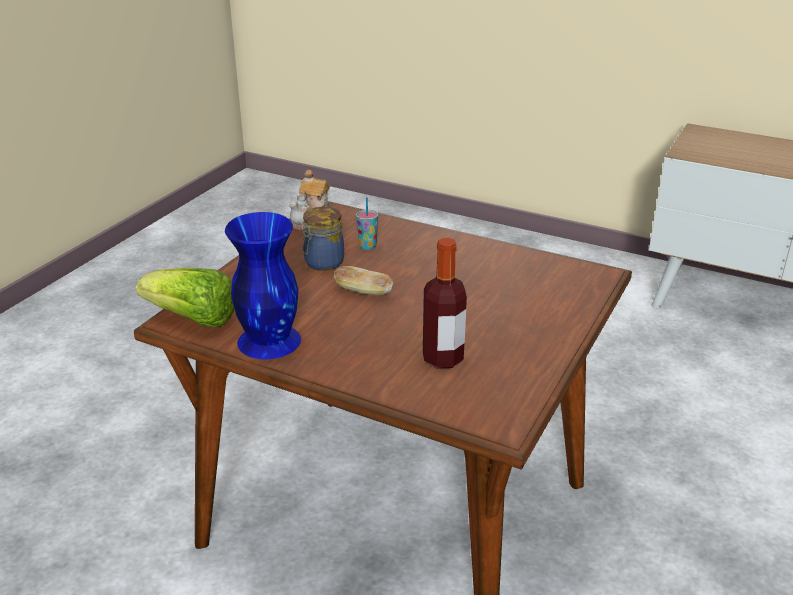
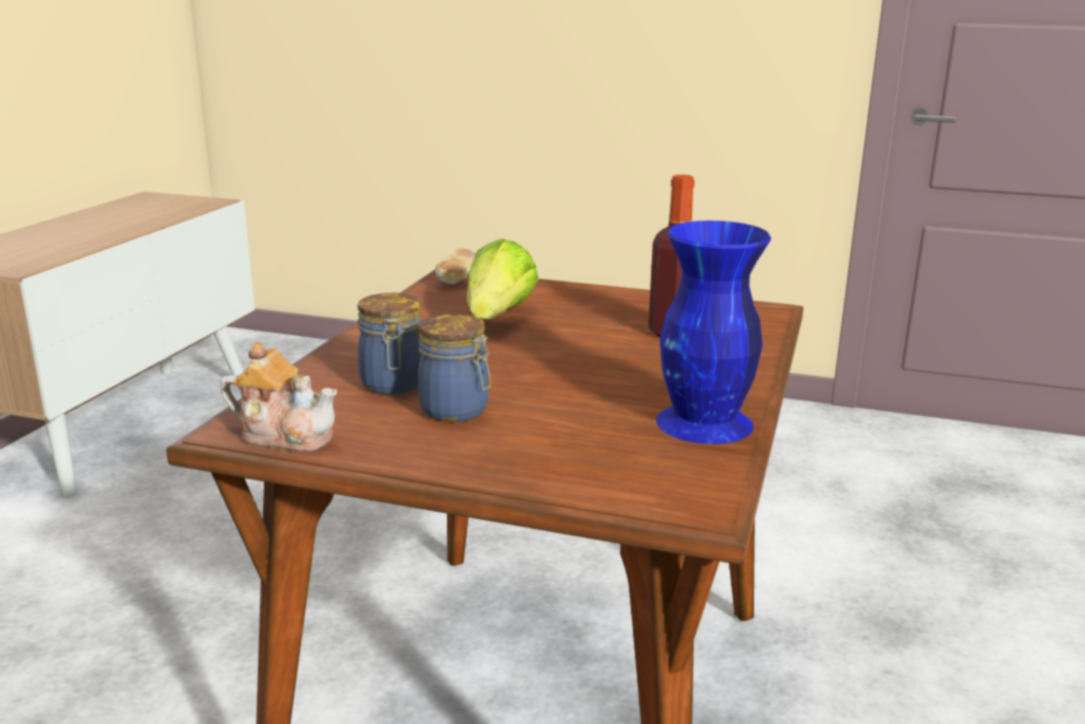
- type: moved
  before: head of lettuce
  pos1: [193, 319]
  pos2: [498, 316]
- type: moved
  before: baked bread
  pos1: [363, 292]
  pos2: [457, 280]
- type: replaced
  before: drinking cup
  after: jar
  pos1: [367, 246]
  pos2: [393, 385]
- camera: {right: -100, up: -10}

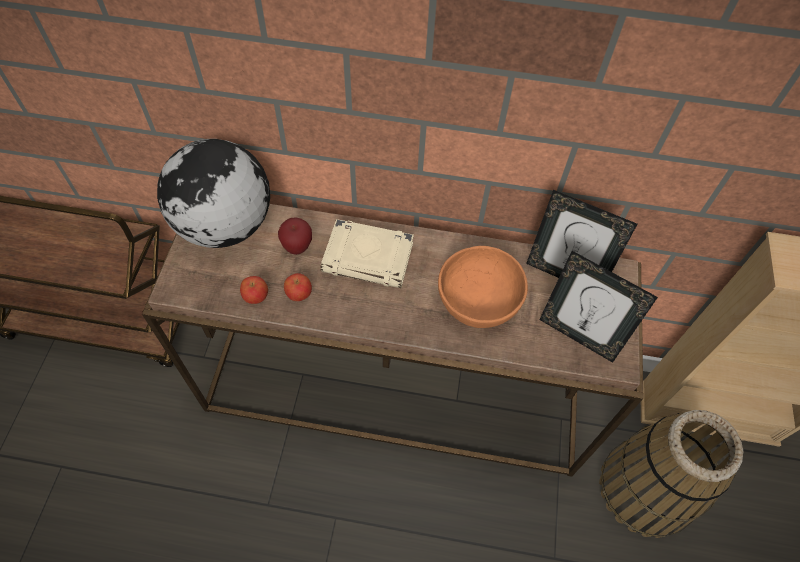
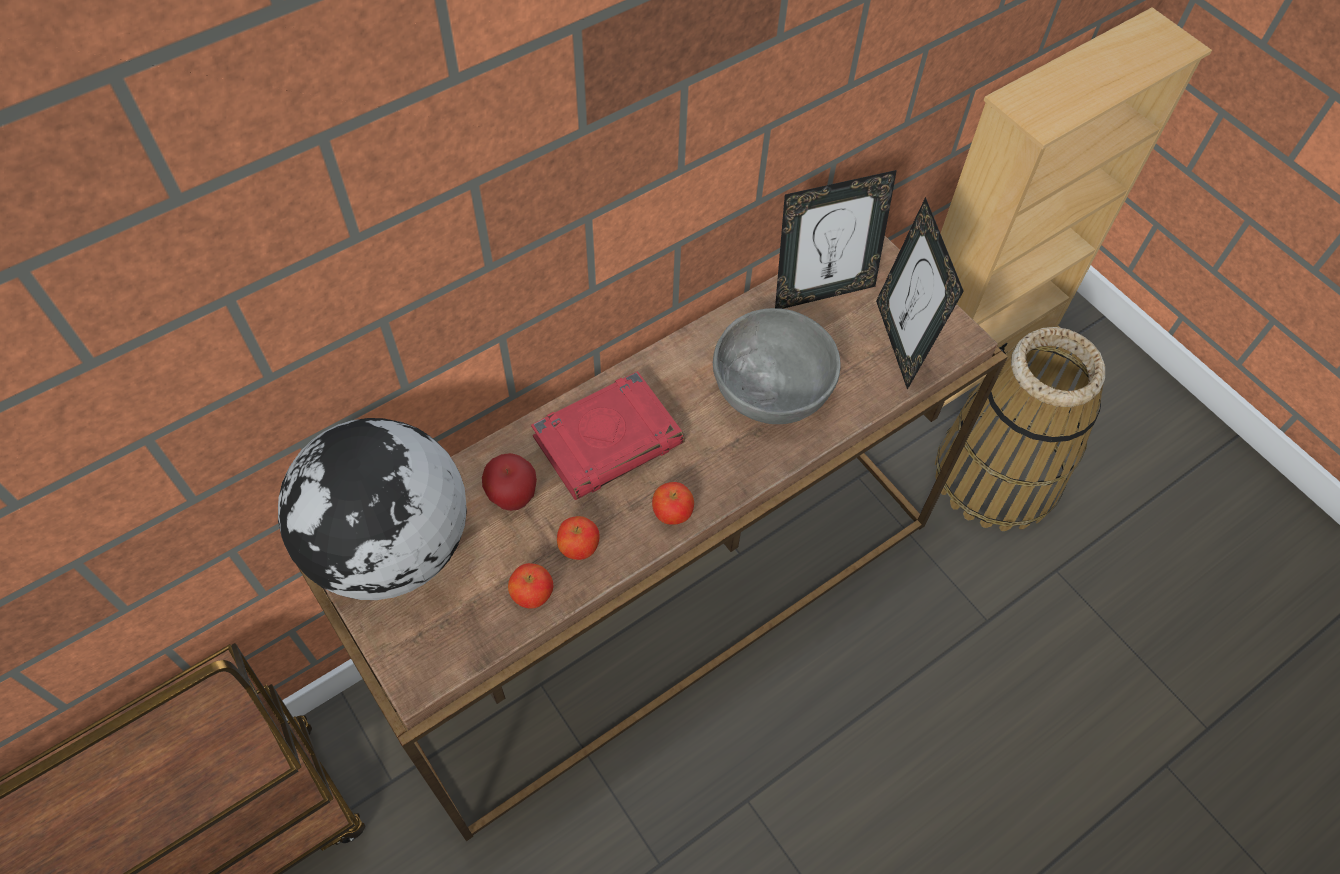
- type: added
  after: apple
  pos2: [672, 513]
- type: recoloured
  before: sand-coloured bound book
  after: reddish bound book
  pos1: [369, 258]
  pos2: [609, 440]
- type: recoloured
  before: orangey deep dish
  after: greyish deep dish
  pos1: [478, 300]
  pos2: [772, 388]
- type: turned
  before: picture frame
  pos1: [578, 335]
  pos2: [900, 342]
  turn: 90
- camera: {right: -45, up: 0}

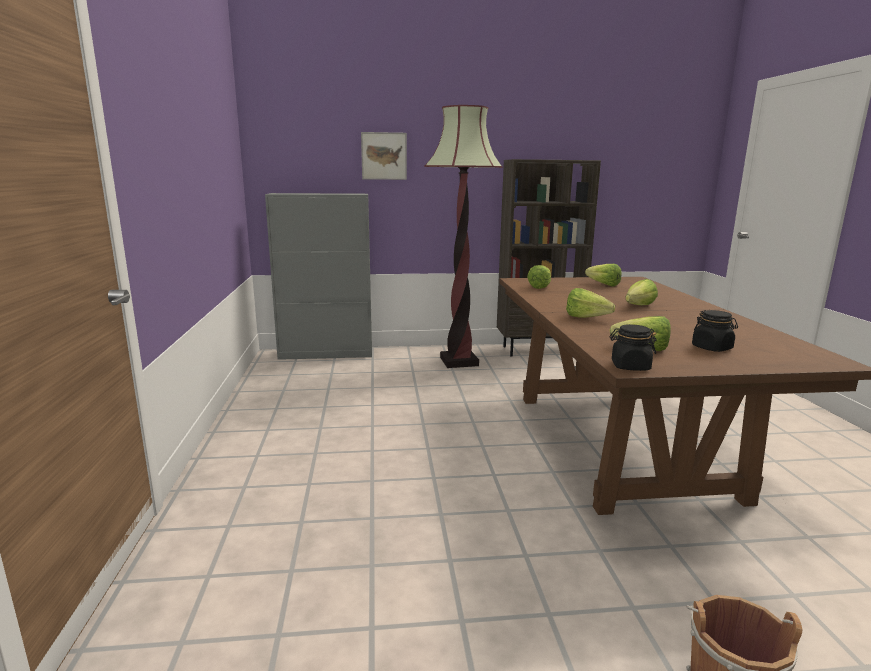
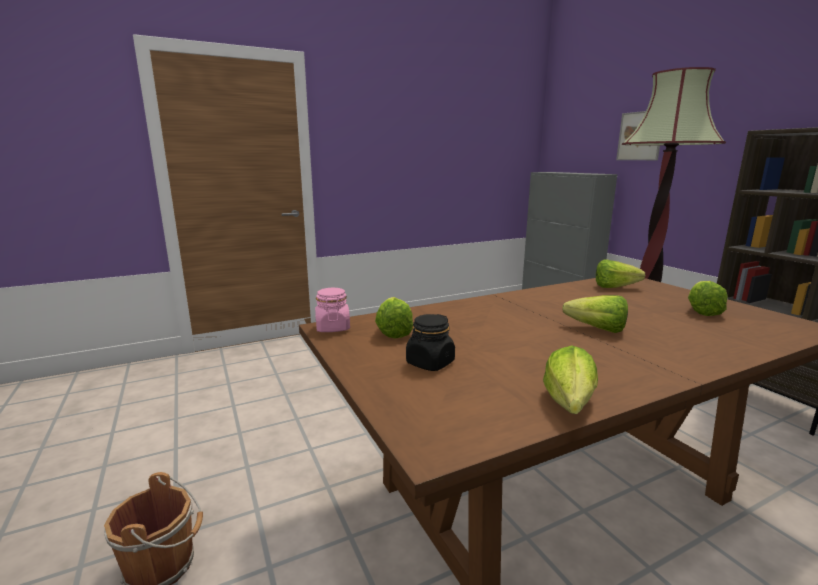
- type: moved
  before: head of lettuce
  pos1: [589, 319]
  pos2: [567, 408]
- type: recoloured
  before: blackish jar
  after: pink-coloured jar
  pos1: [630, 366]
  pos2: [332, 328]
- camera: {right: 70, up: 0}

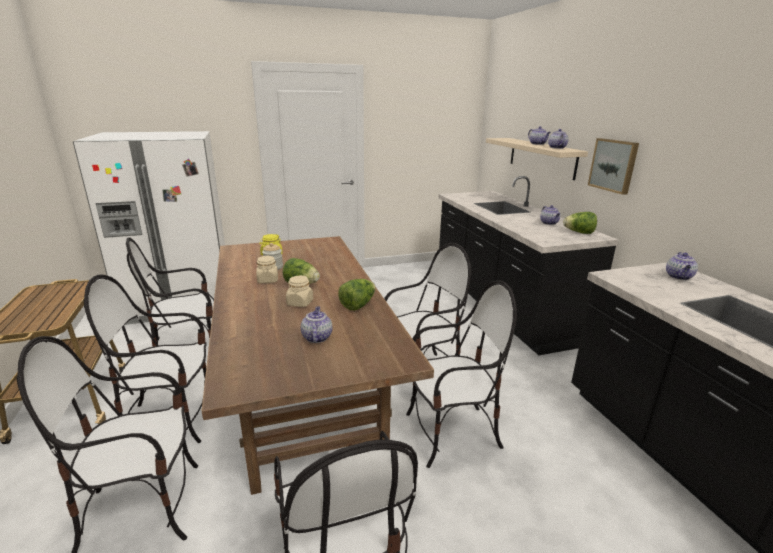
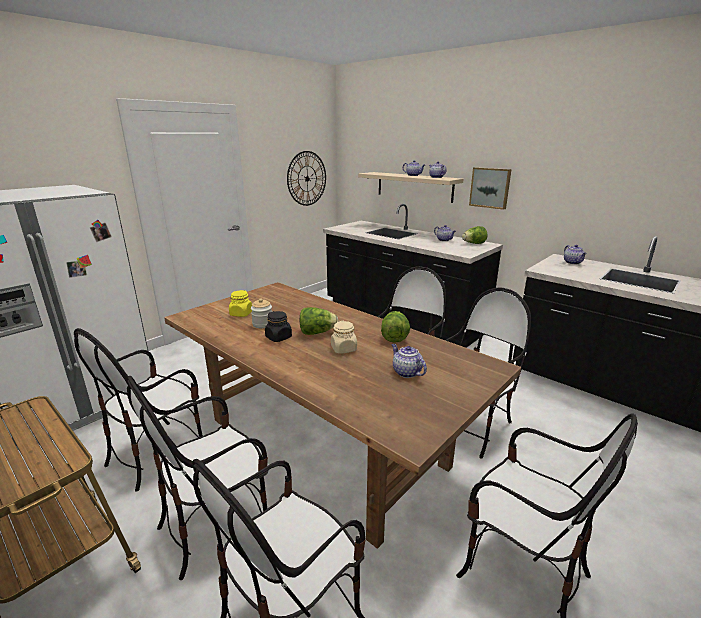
- type: added
  after: clock on the wall
  pos2: [307, 178]
- type: recoloured
  before: sand-coloured jar
  after: blackish jar
  pos1: [268, 280]
  pos2: [279, 337]
- camera: {right: -30, up: 0}

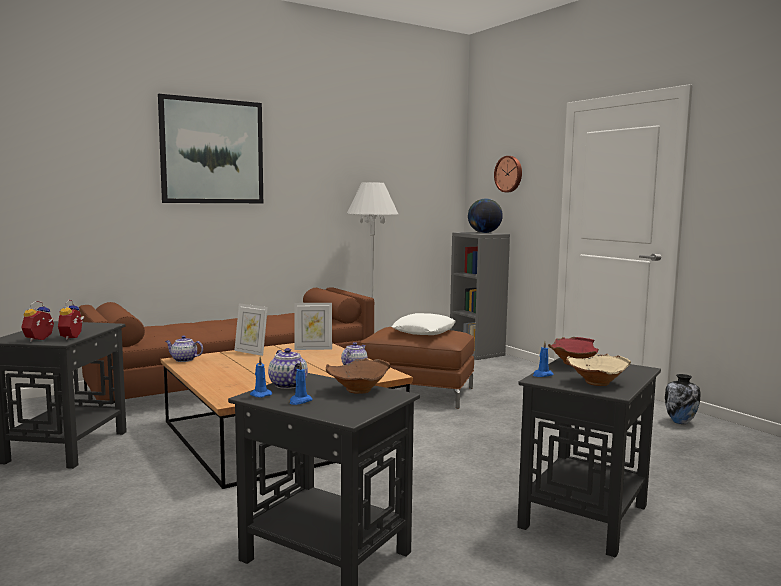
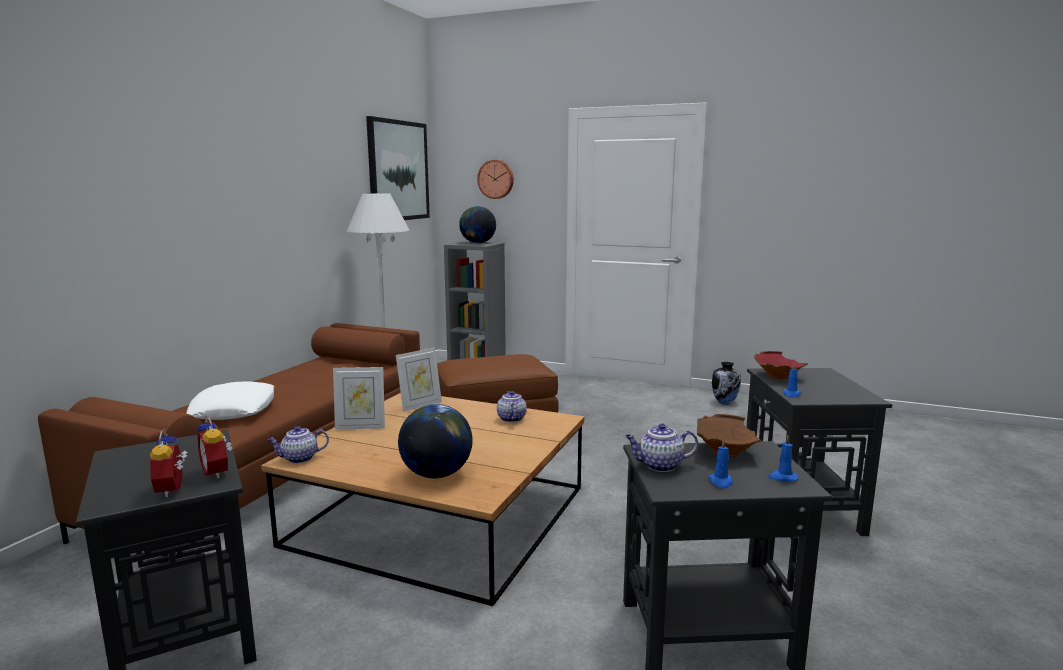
- type: removed
  before: sand-coloured deep dish
  pos1: [596, 382]
- type: added
  after: desk globe
  pos2: [436, 474]
- type: moved
  before: picture
  pos1: [212, 151]
  pos2: [398, 171]
- type: moved
  before: blue wax light
  pos1: [260, 395]
  pos2: [782, 477]
- type: moved
  before: whitish cushion
  pos1: [424, 331]
  pos2: [233, 409]
- type: turned
  before: teapot
  pos1: [289, 385]
  pos2: [659, 465]
  turn: 150
- camera: {right: -35, up: 5}

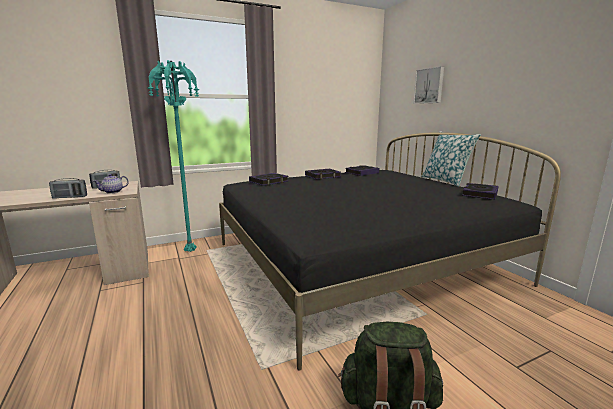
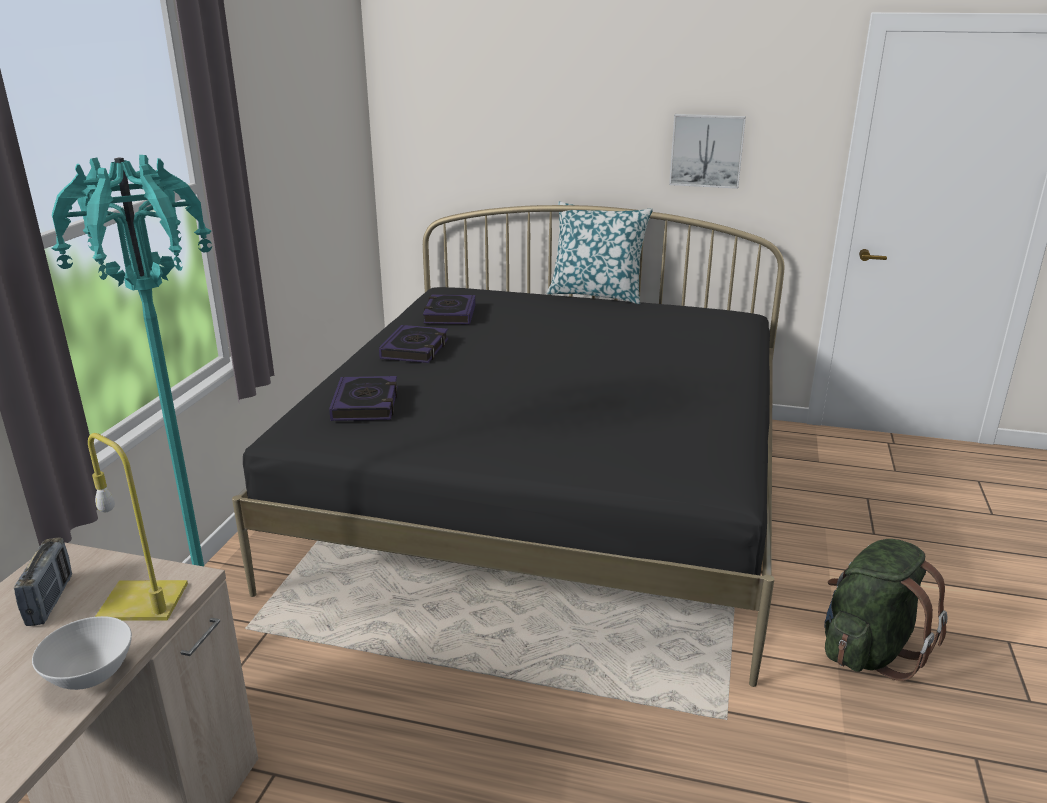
- type: removed
  before: bound book
  pos1: [479, 194]
- type: moved
  before: picture
  pos1: [429, 86]
  pos2: [707, 150]
- type: replaced
  before: radio
  after: whitish deep dish
  pos1: [70, 197]
  pos2: [92, 677]
- type: replaced
  before: teapot
  after: yellow-coloured lamp for a table
  pos1: [112, 192]
  pos2: [145, 600]
- camera: {right: -50, up: 10}

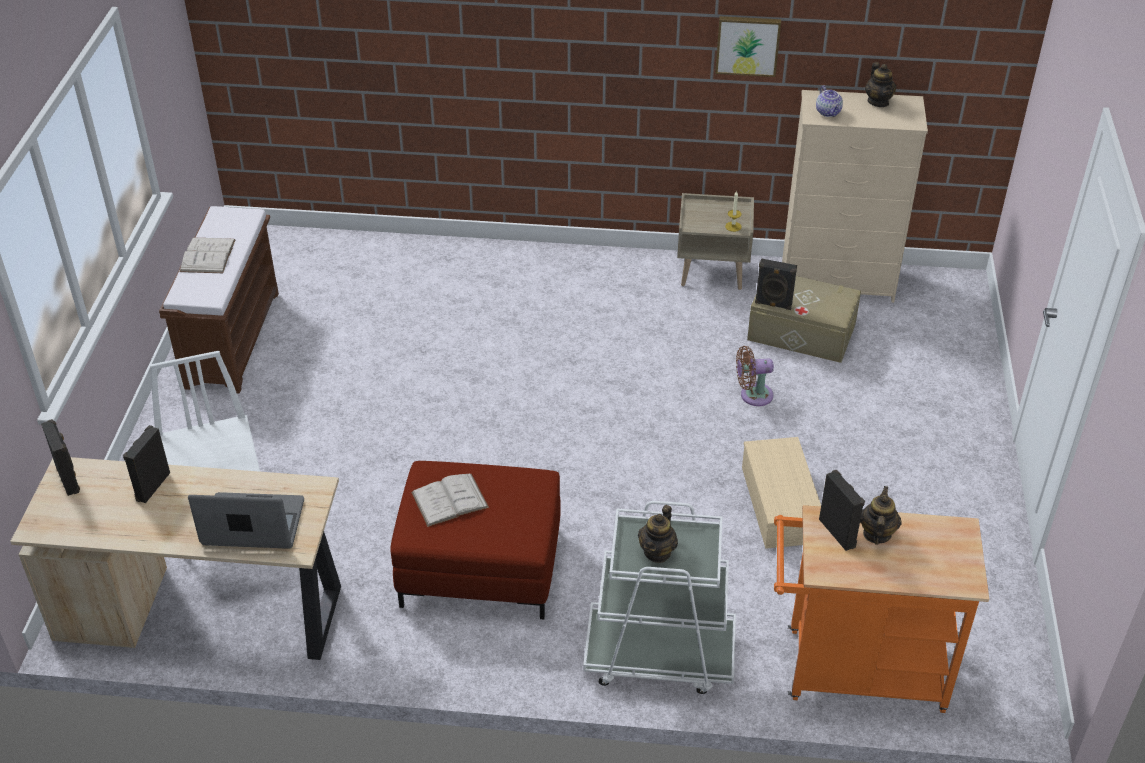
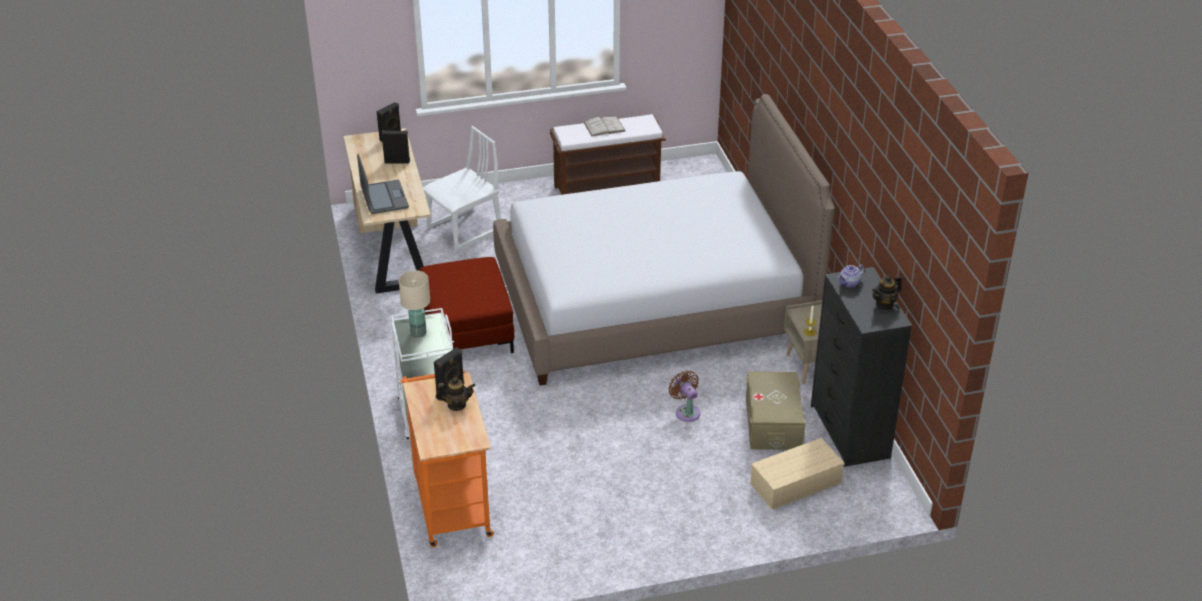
- type: removed
  before: whitish bound book
  pos1: [449, 500]
- type: removed
  before: picture
  pos1: [747, 45]
- type: removed
  before: blackish audio speaker
  pos1: [773, 305]
- type: added
  after: sleeping bed
  pos2: [654, 302]
- type: moved
  before: sand-coloured storage box
  pos1: [781, 505]
  pos2: [795, 484]
- type: replaced
  before: teapot
  after: sand-coloured lamp for a table
  pos1: [657, 552]
  pos2: [418, 333]
- type: recoloured
  before: sand-coloured chest of drawers
  after: blackish chest of drawers
  pos1: [838, 280]
  pos2: [850, 432]
- camera: {right: 70, up: -5}

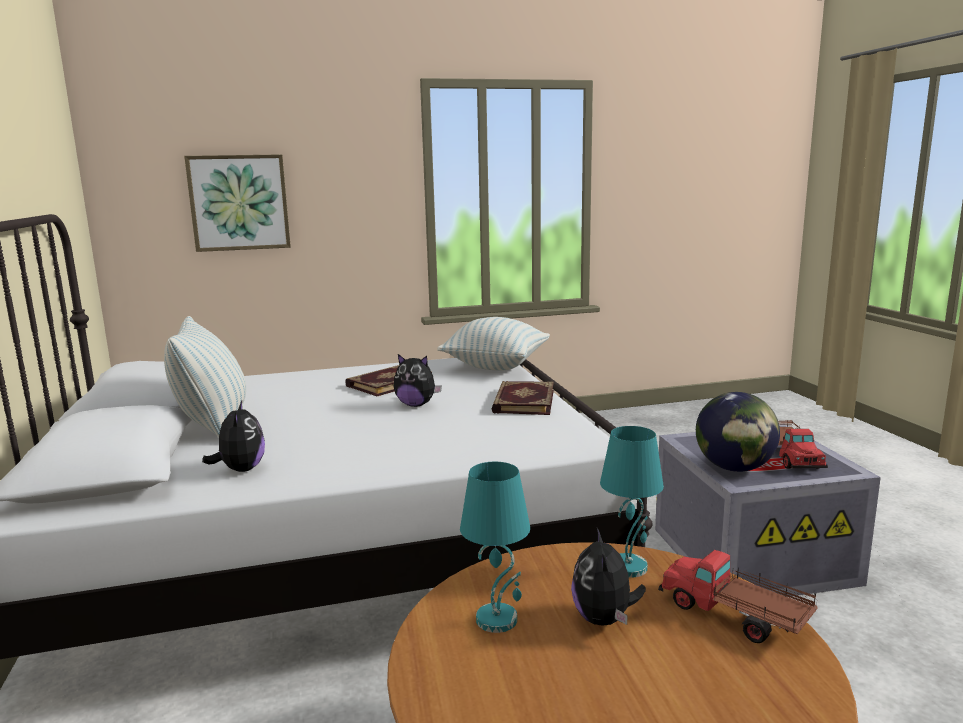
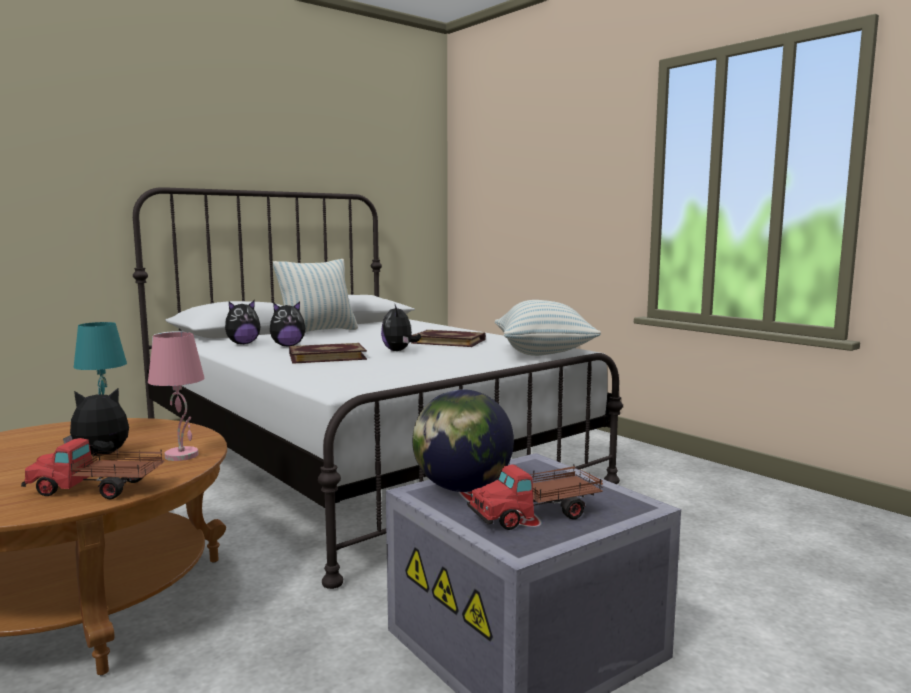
- type: removed
  before: picture
  pos1: [239, 202]
- type: added
  after: plush toy
  pos2: [288, 346]
- type: moved
  before: bound book
  pos1: [522, 401]
  pos2: [327, 356]
- type: recoloured
  before: blue-green lamp for a table
  after: pink-coloured lamp for a table
  pos1: [628, 566]
  pos2: [182, 455]
- type: turned
  before: toy lorry
  pos1: [735, 616]
  pos2: [98, 489]
  turn: -105
- camera: {right: 65, up: -5}

